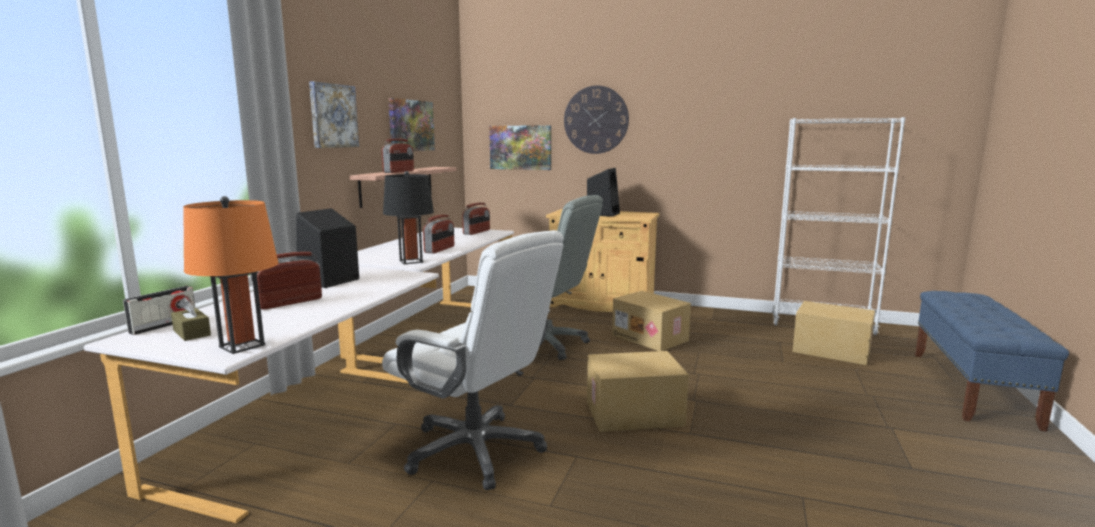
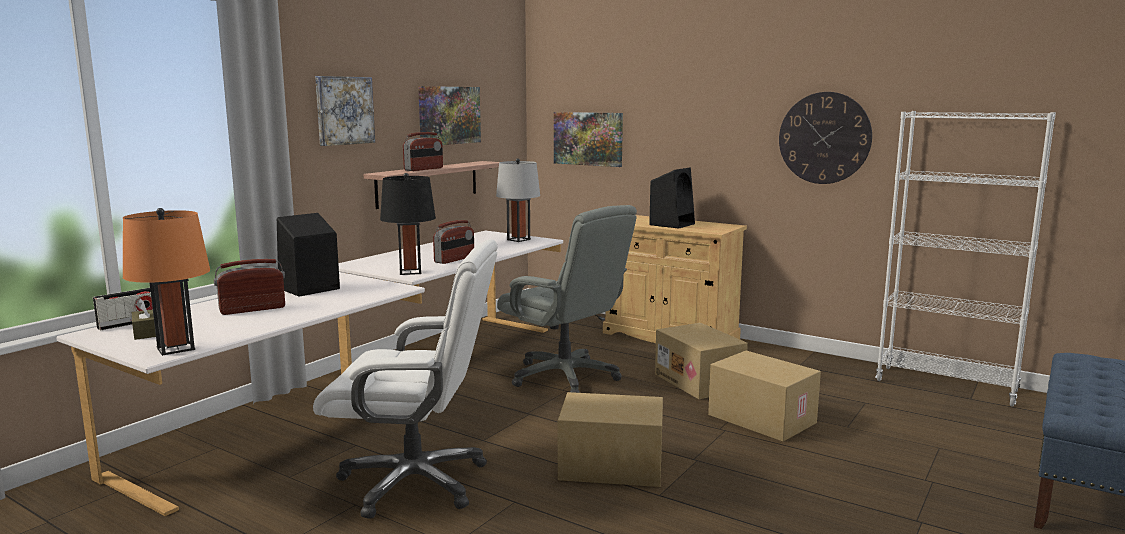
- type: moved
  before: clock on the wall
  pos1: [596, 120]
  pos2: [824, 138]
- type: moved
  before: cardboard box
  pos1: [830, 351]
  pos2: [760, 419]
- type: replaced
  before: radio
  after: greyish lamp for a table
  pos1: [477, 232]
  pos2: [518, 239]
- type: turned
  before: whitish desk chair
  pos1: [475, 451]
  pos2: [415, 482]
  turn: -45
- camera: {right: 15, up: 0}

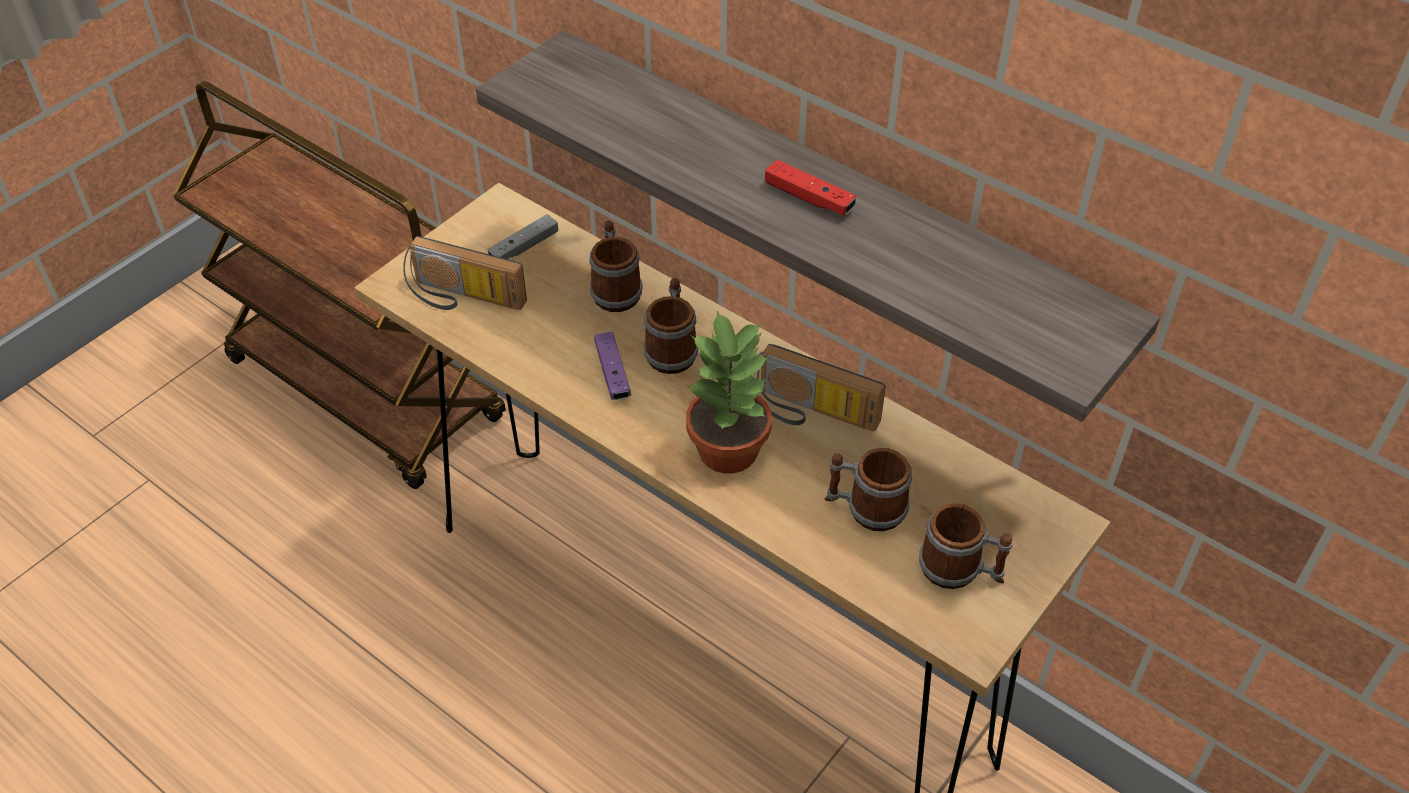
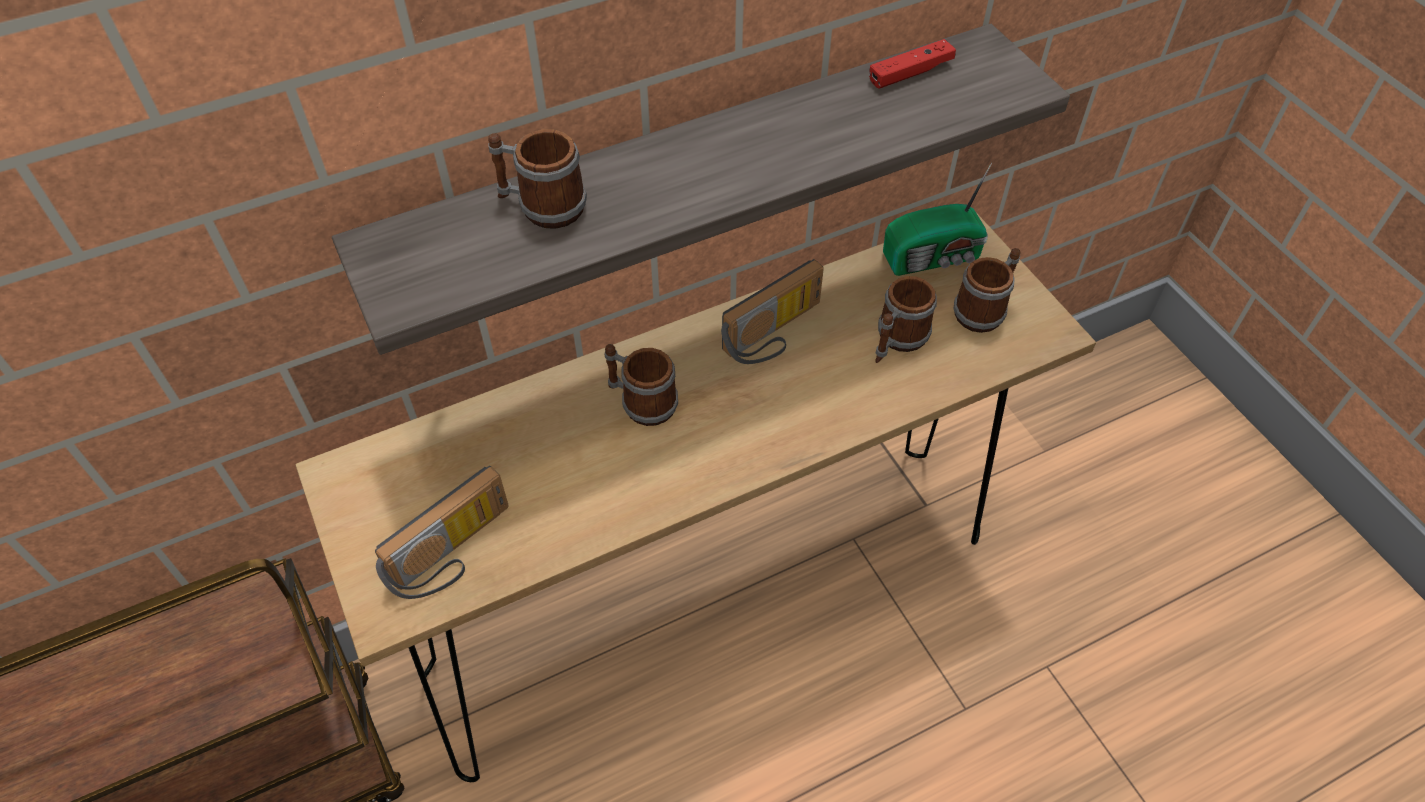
- type: removed
  before: greyish game controller
  pos1: [524, 247]
- type: removed
  before: purple game controller
  pos1: [612, 373]
- type: removed
  before: plant in a pot
  pos1: [729, 449]
- type: added
  after: radio
  pos2: [934, 257]
- type: moved
  before: coffee mug
  pos1: [615, 289]
  pos2: [541, 206]
- type: moved
  before: reddish game controller
  pos1: [809, 198]
  pos2: [910, 73]
- camera: {right: -65, up: 5}

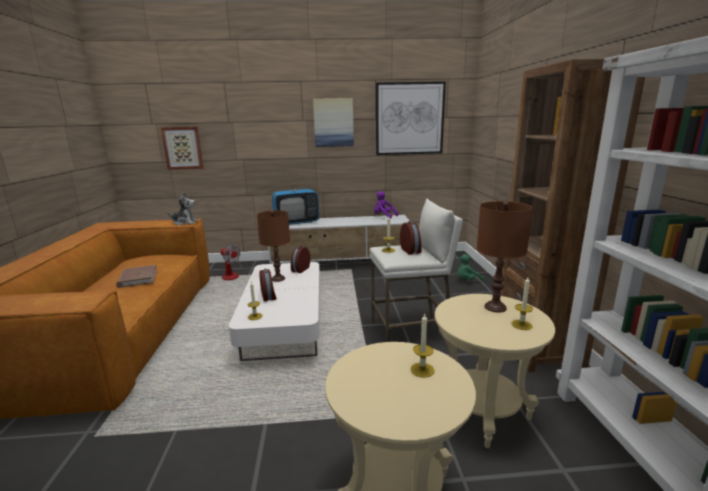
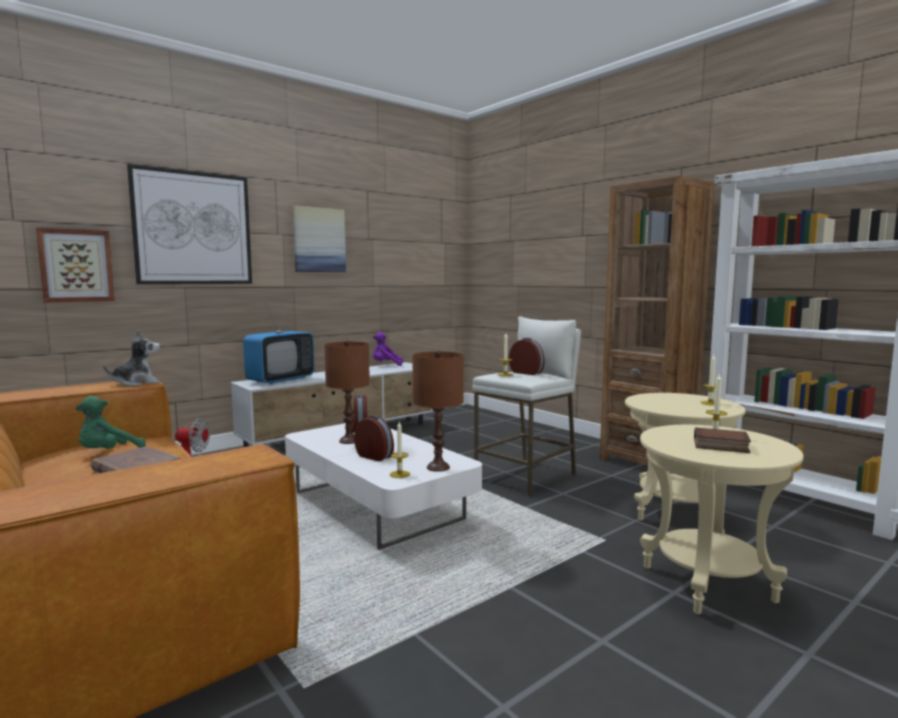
- type: added
  after: bound book
  pos2: [720, 446]
- type: moved
  before: picture
  pos1: [409, 119]
  pos2: [193, 228]
- type: moved
  before: green plush toy
  pos1: [467, 280]
  pos2: [108, 453]
- type: moved
  before: brown lamp for a table
  pos1: [495, 307]
  pos2: [437, 467]
- camera: {right: -35, up: -10}

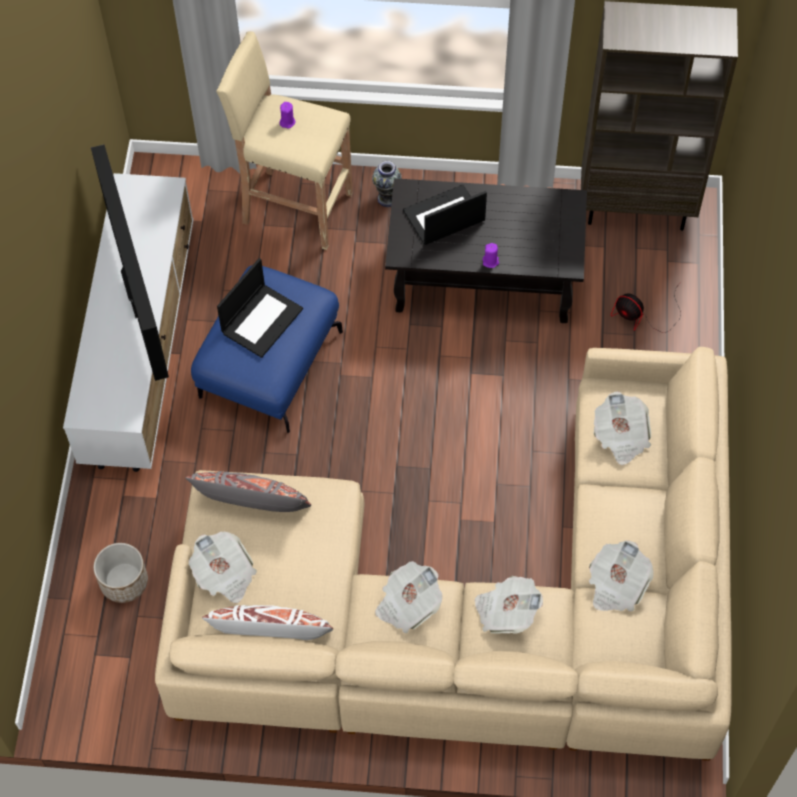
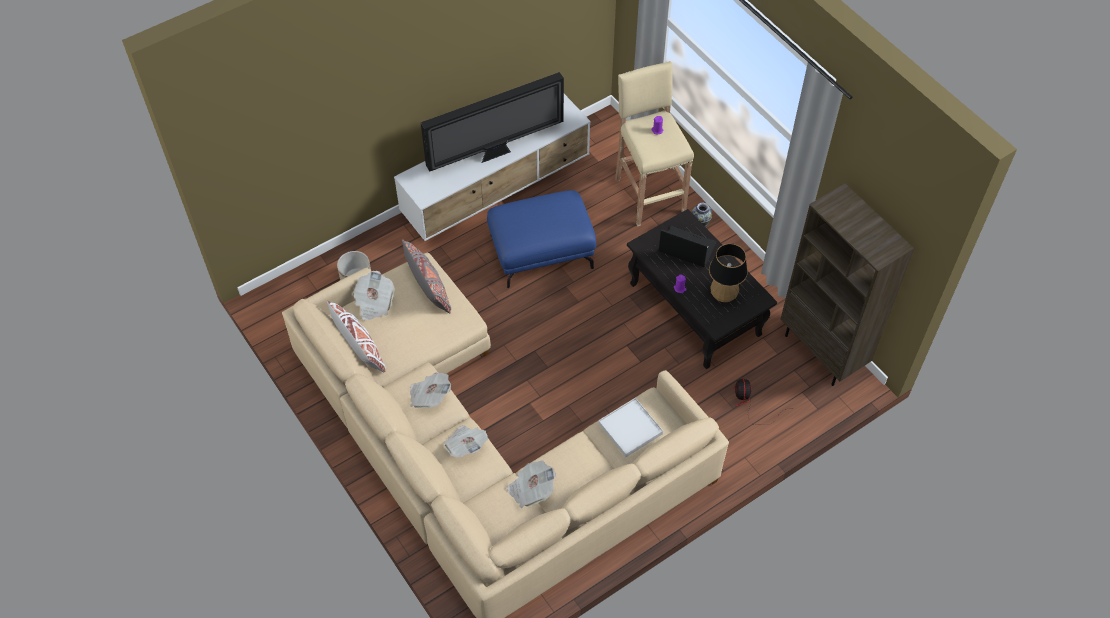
- type: removed
  before: notebook computer
  pos1: [262, 320]
- type: added
  after: lamp for a table
  pos2: [728, 295]
- type: replaced
  before: daily paper
  after: whitish carrying tray
  pos1: [621, 436]
  pos2: [630, 429]
- type: turned
  before: TV
  pos1: [137, 300]
  pos2: [496, 153]
  turn: -150
- camera: {right: 50, up: -5}

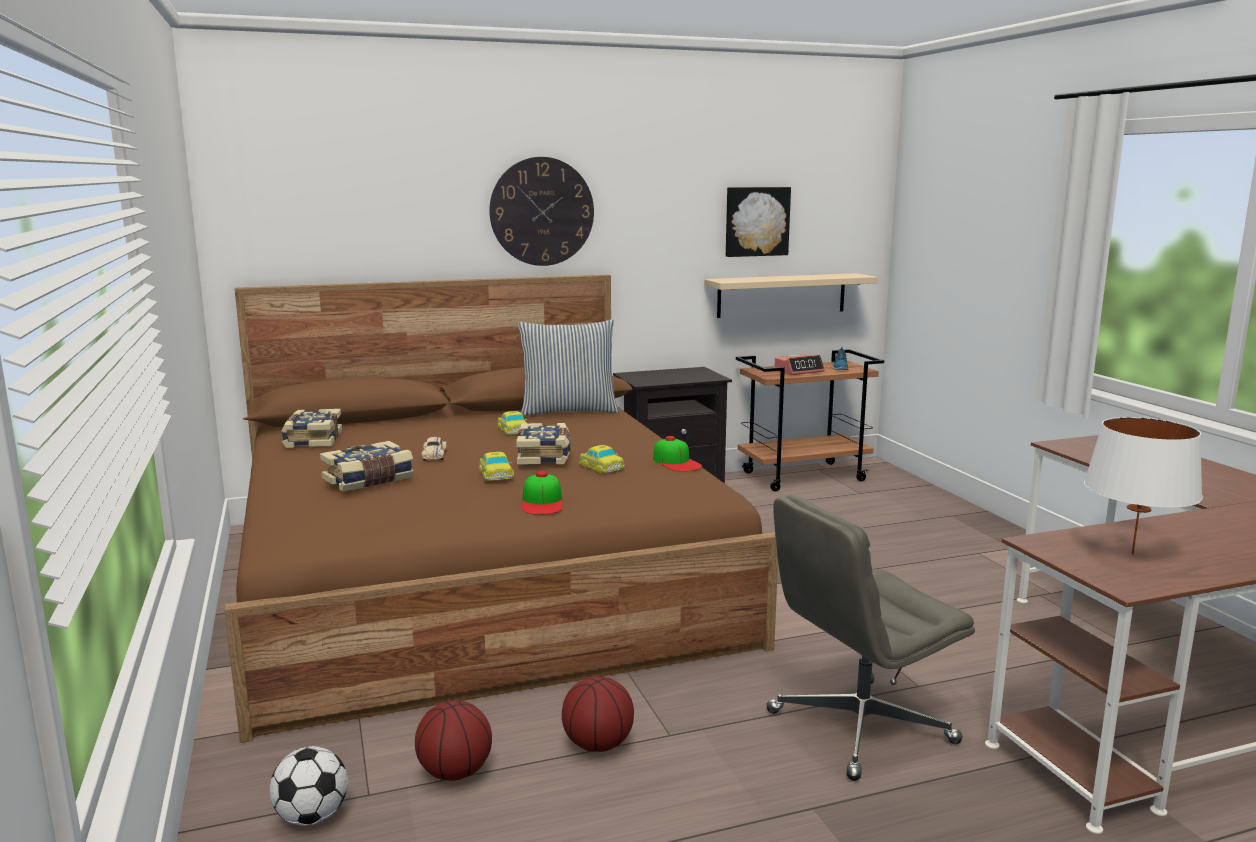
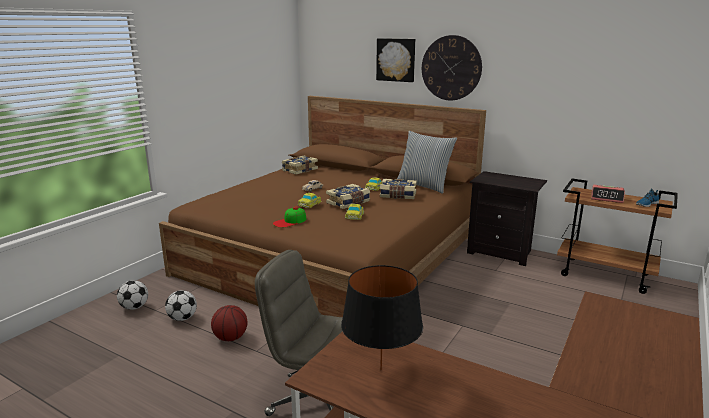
- type: removed
  before: baseball cap
  pos1: [676, 462]
- type: removed
  before: sand-coloured bracket shelf
  pos1: [782, 295]
- type: moved
  before: bound book
  pos1: [369, 480]
  pos2: [398, 195]
- type: moved
  before: picture
  pos1: [756, 221]
  pos2: [396, 60]
- type: replaced
  before: basketball
  after: ball for football
  pos1: [454, 772]
  pos2: [182, 318]
- type: recoloured
  before: whitish lamp for a table
  after: blackish lamp for a table
  pos1: [1132, 554]
  pos2: [381, 370]
- camera: {right: 50, up: 5}

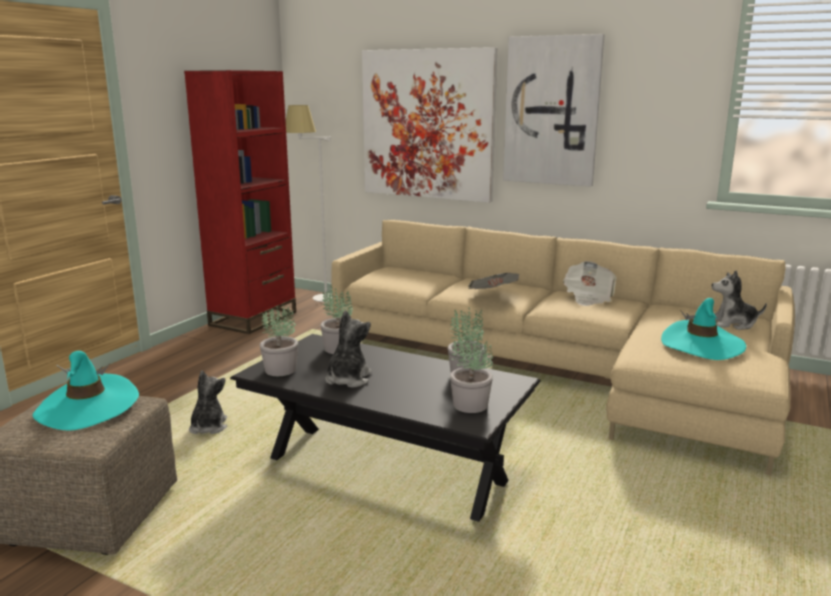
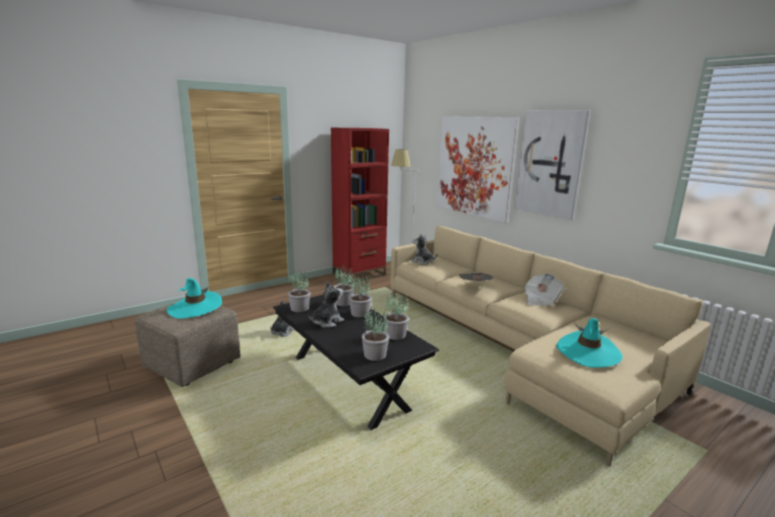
- type: added
  after: plant in a pot
  pos2: [360, 313]
- type: moved
  before: plush toy
  pos1: [733, 324]
  pos2: [422, 262]
- camera: {right: 25, up: 0}

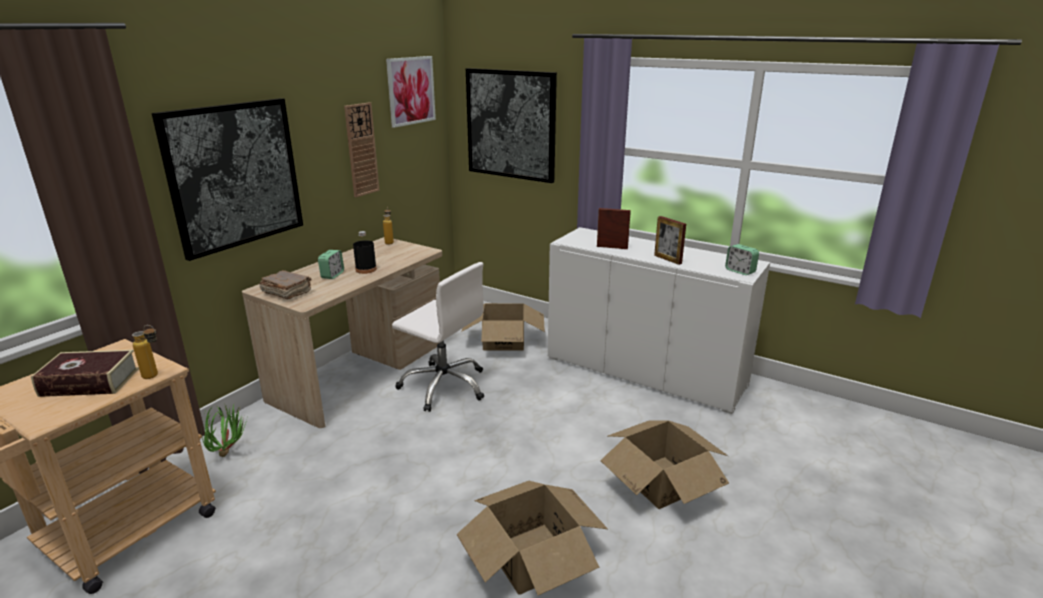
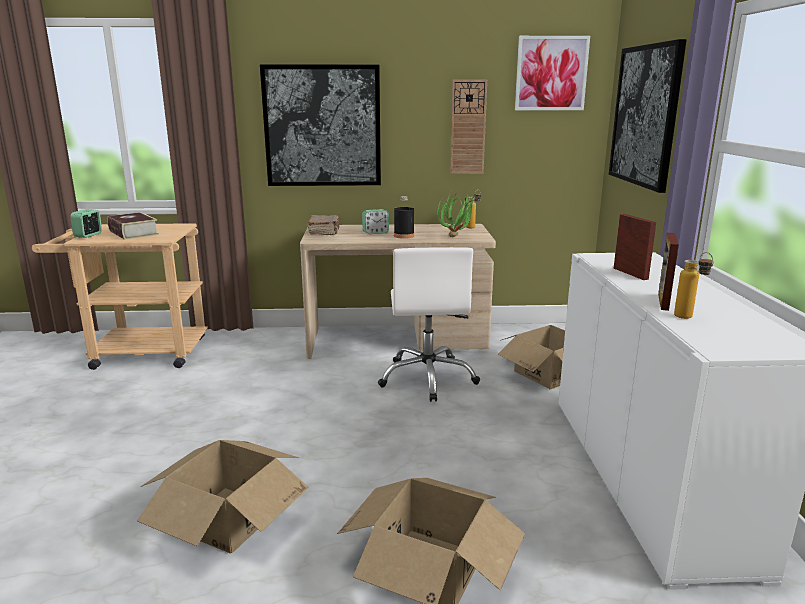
- type: moved
  before: beverage bottle
  pos1: [155, 376]
  pos2: [689, 318]
- type: moved
  before: plant in a pot
  pos1: [229, 452]
  pos2: [458, 237]
- type: moved
  before: alarm clock
  pos1: [740, 271]
  pos2: [88, 235]
- camera: {right: 55, up: -5}

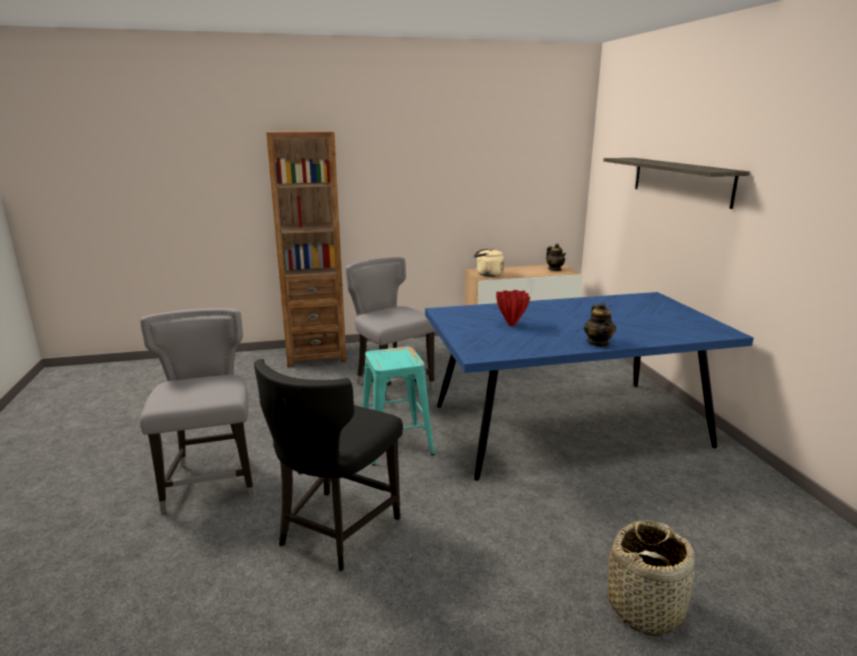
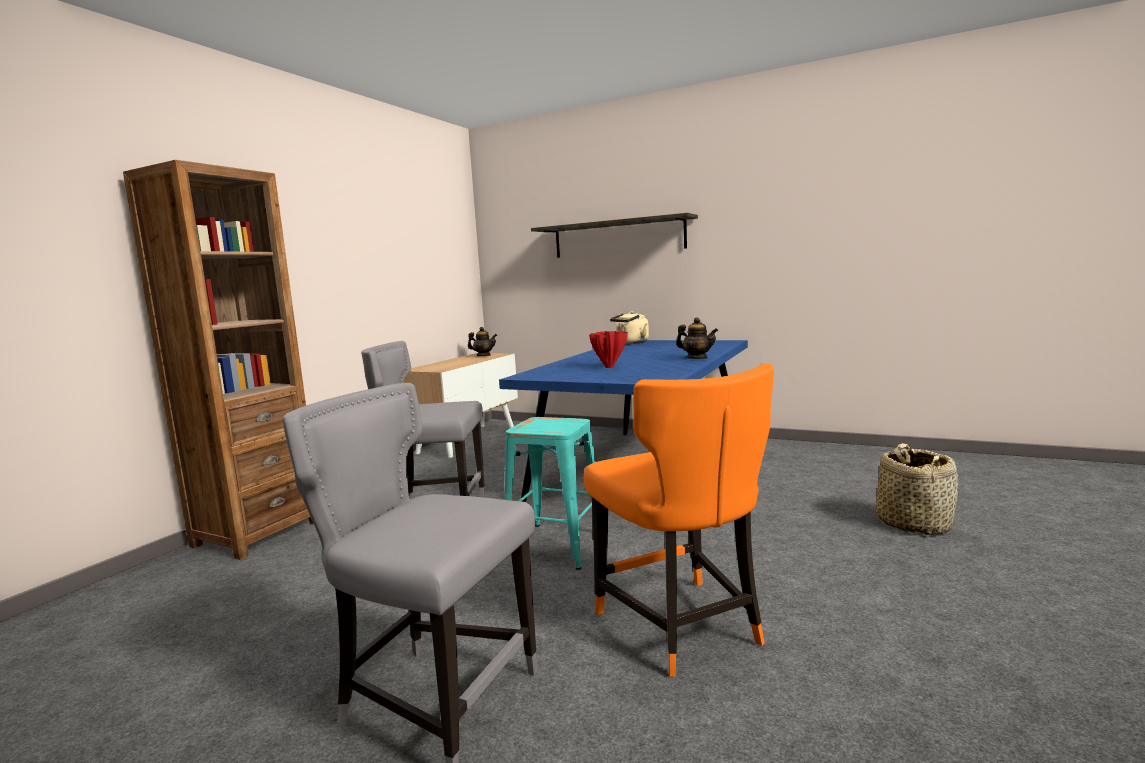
- type: moved
  before: sand-coloured tea kettle
  pos1: [487, 274]
  pos2: [631, 343]
- type: recoloured
  before: blackish chair
  after: orangey chair
  pos1: [335, 530]
  pos2: [682, 627]
- camera: {right: -50, up: -10}

